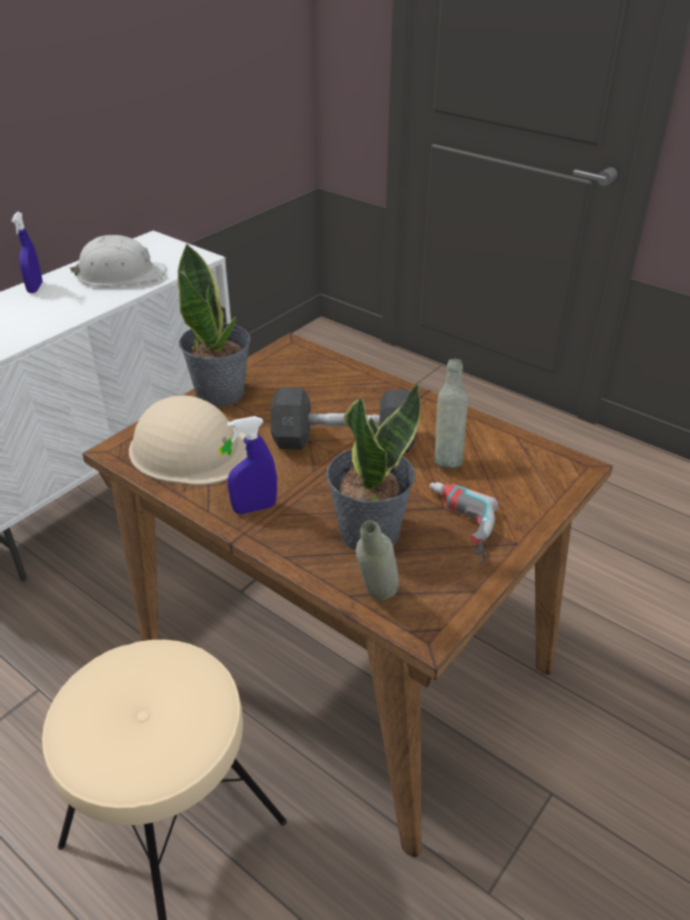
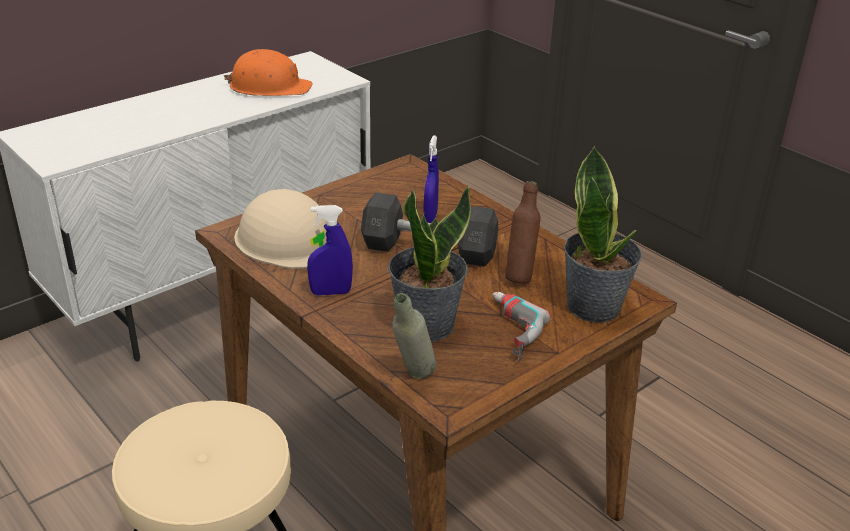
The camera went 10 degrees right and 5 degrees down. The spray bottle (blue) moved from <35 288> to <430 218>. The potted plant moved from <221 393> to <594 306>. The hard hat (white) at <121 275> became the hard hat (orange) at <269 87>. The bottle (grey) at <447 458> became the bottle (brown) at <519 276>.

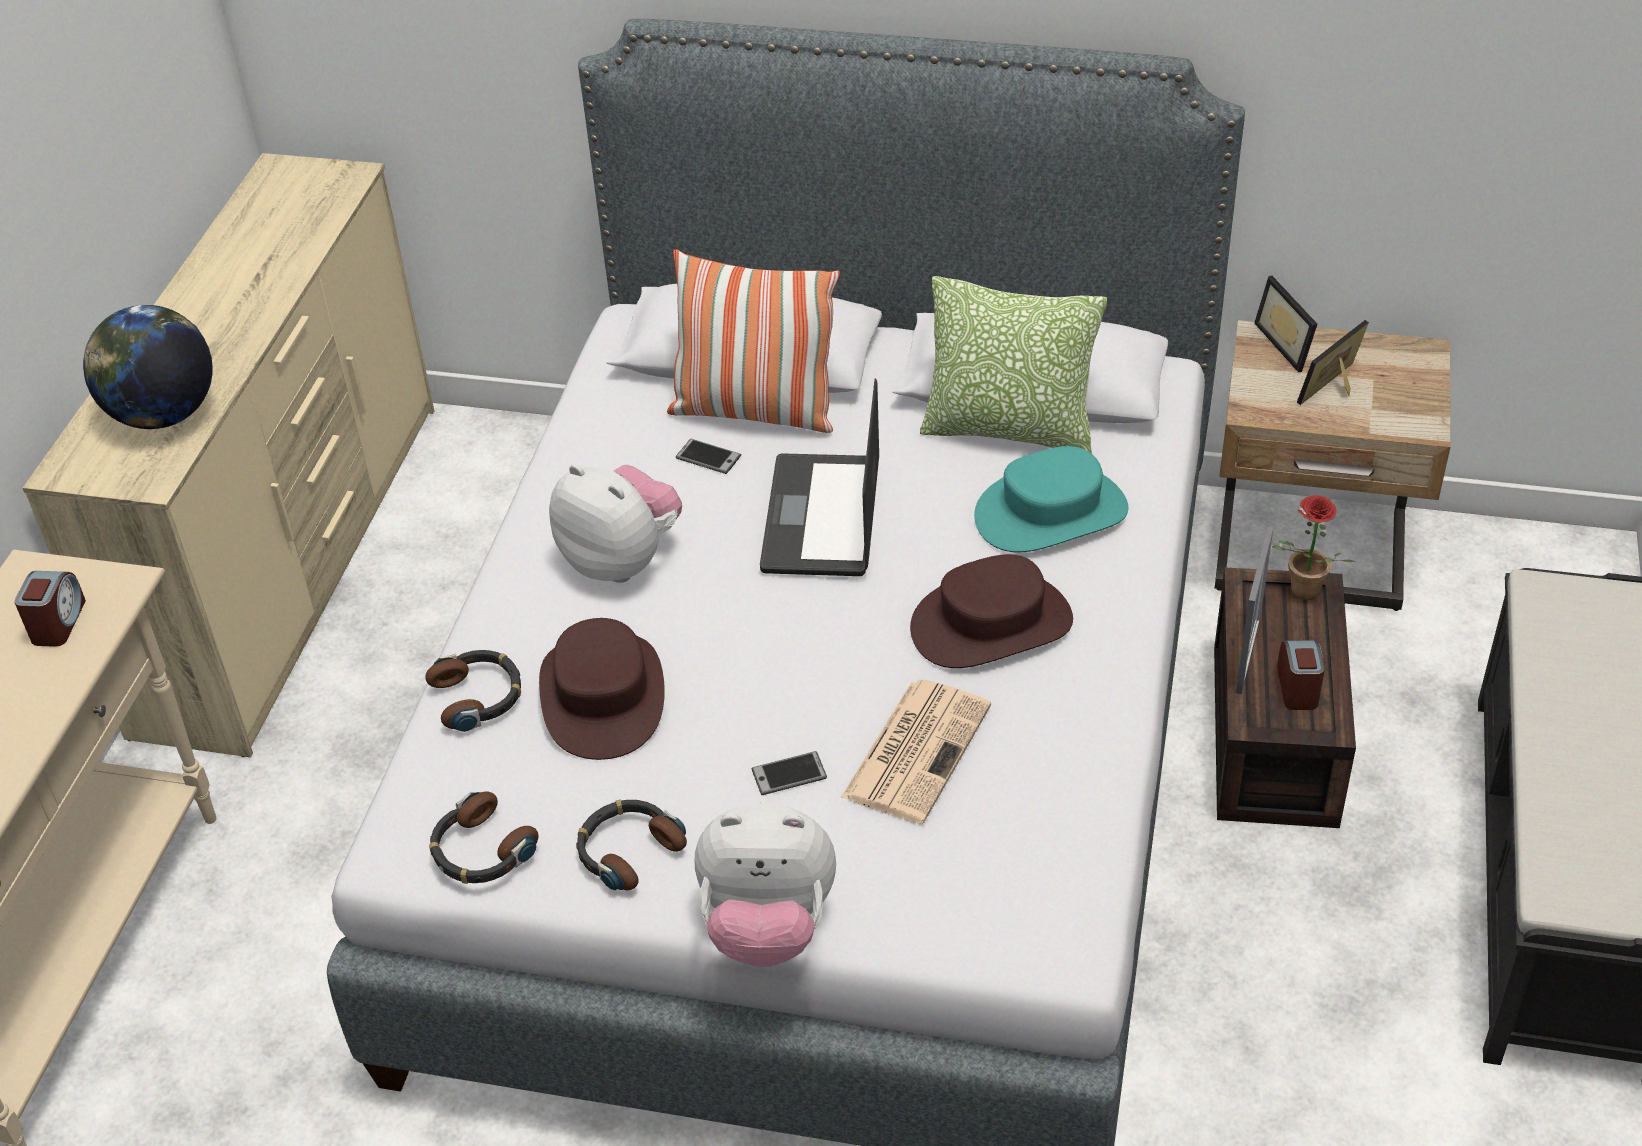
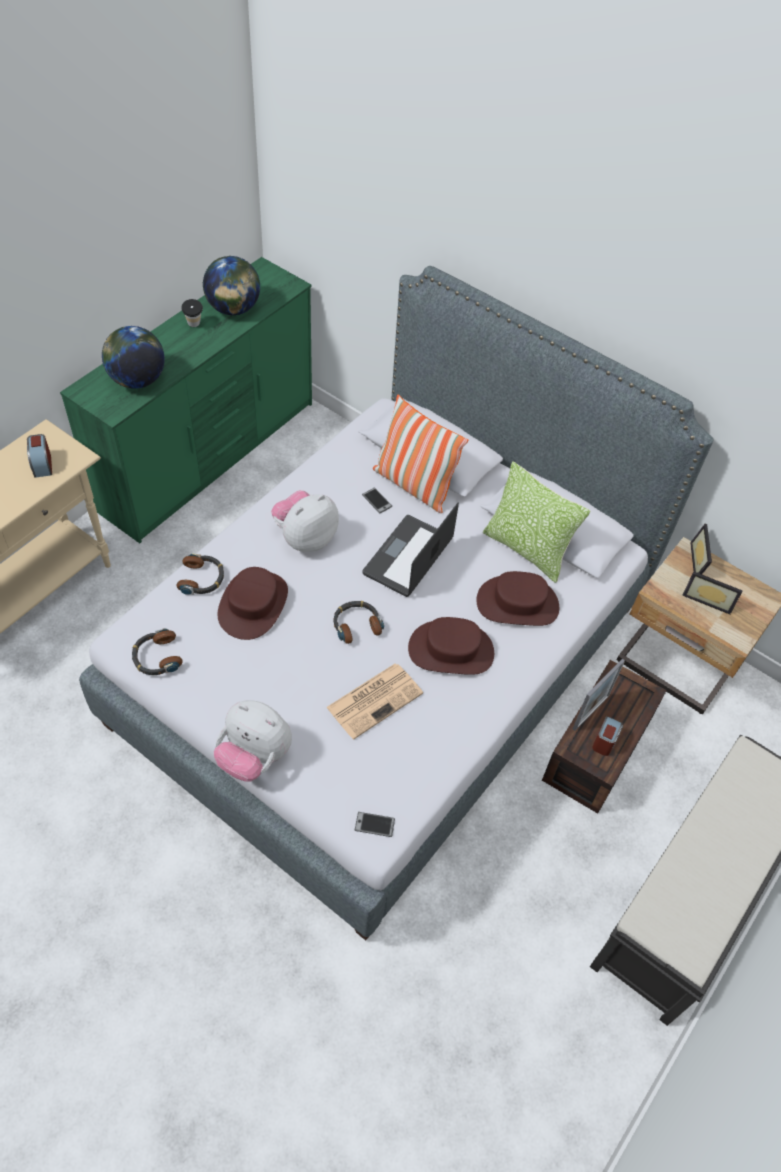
The camera went 20 degrees right and 10 degrees up. The potted plant at <1301 593> disappeared. The cup at <194 326> appeared. The globe at <233 309> appeared. The headphones moved from <628 850> to <356 624>. The phone moved from <789 774> to <374 824>. The dresser (beige) at <295 562> became the dresser (green) at <210 455>. The hat (turquoise) at <1051 512> became the hat (brown) at <517 603>. The alarm clock at <58 623> turned 135 degrees clockwise. The plush toy at <622 560> turned 105 degrees counterclockwise. The picture frame at <1337 389> turned 135 degrees counterclockwise.

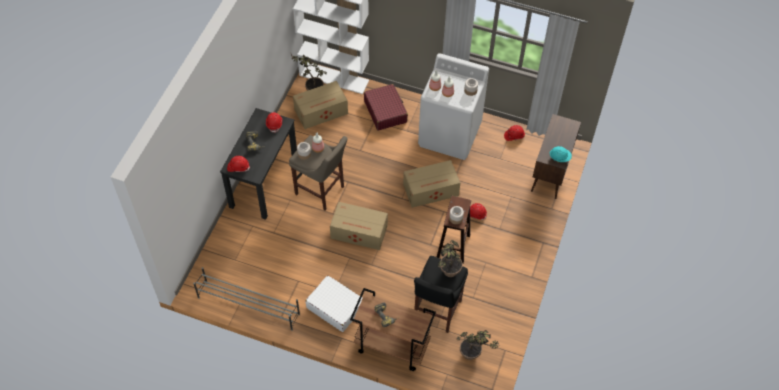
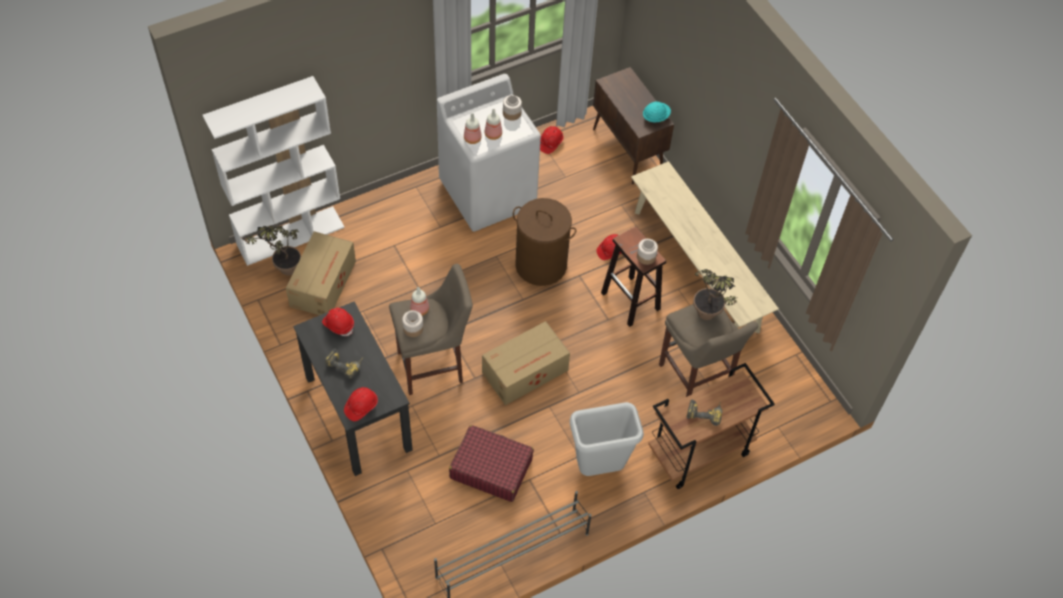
The camera went 50 degrees left and 0 degrees up. The potted plant at <474 356> disappeared. The bench (beige) at <695 270> appeared. The suitcase (red) moved from <385 111> to <491 468>. The suitcase (white) at <335 307> was replaced by the trash can (grey) at <599 468>. The cardboard box at <431 190> was replaced by the laundry basket (brown) at <541 265>. The stool (black) at <436 312> became the stool (beige) at <696 379>.

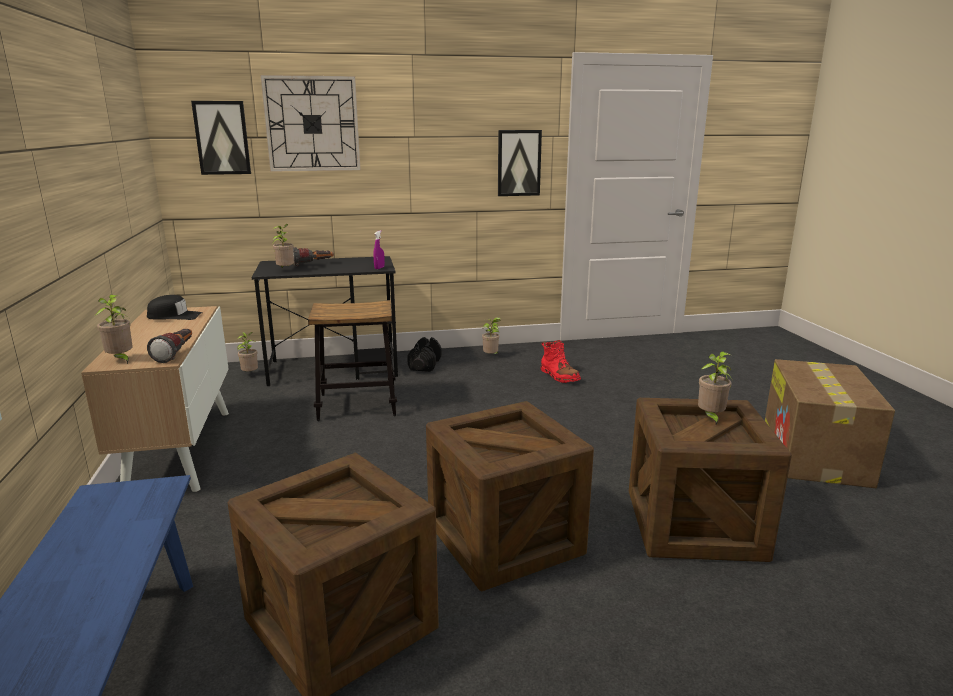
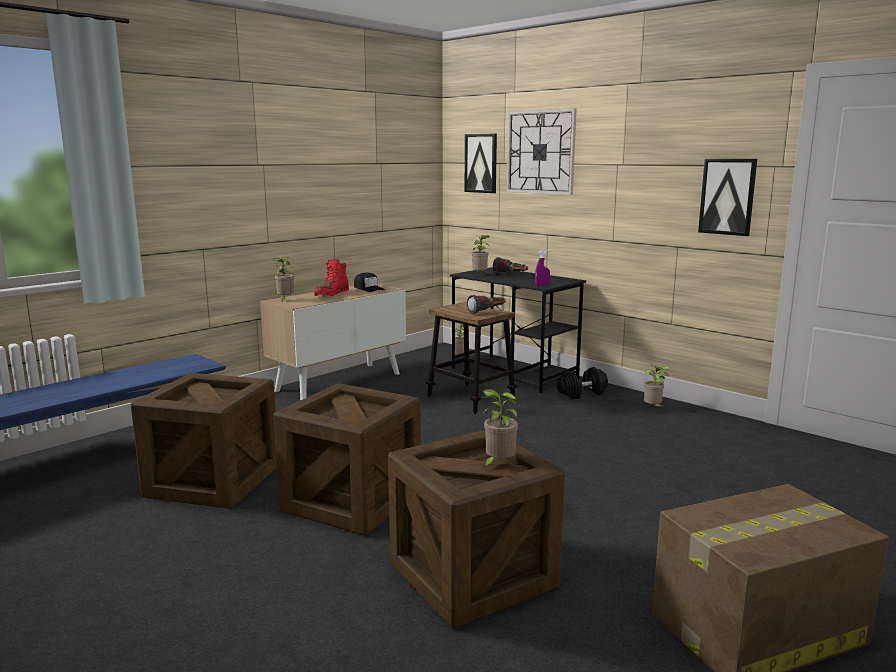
The camera went 55 degrees right and 5 degrees down. The flashlight moved from <177 354> to <487 312>. The boot (red) moved from <559 376> to <331 294>.

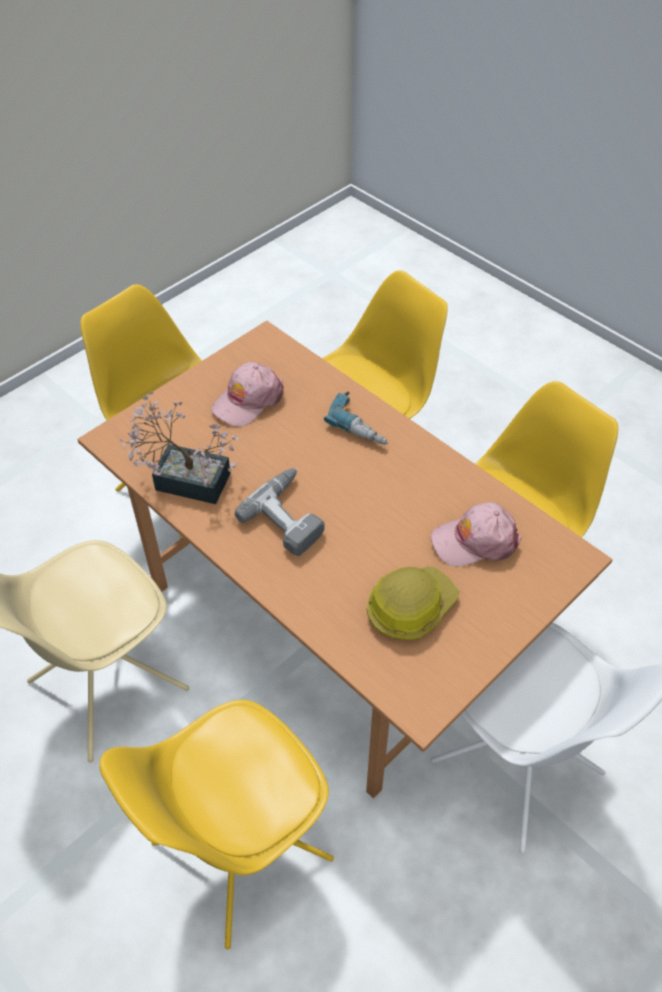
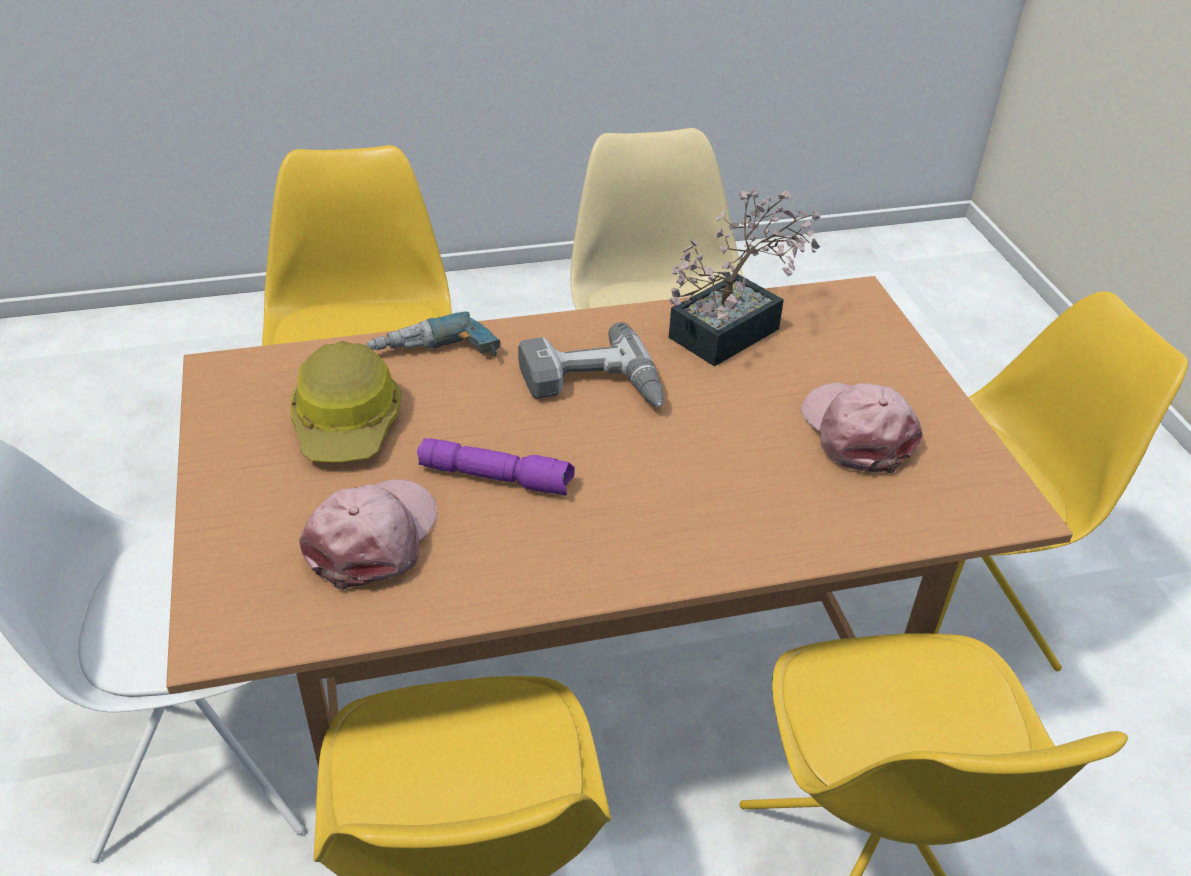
The camera went 120 degrees right and 10 degrees down. The flashlight (purple) at <497 477> appeared. The power drill moved from <362 424> to <434 357>.

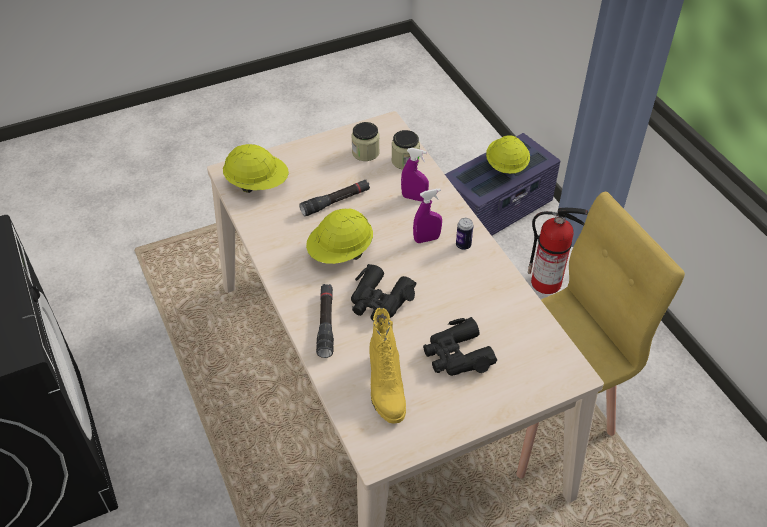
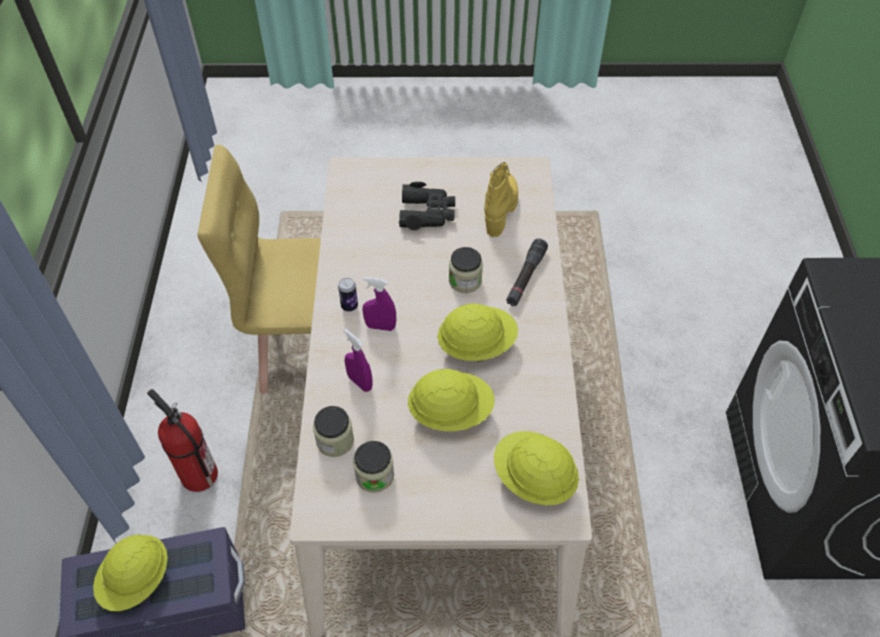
The camera went 155 degrees left and 5 degrees up. The flashlight (black) at <335 202> was replaced by the hard hat (yellow) at <451 412>. The binoculars (black) at <379 300> was replaced by the jar at <465 281>.

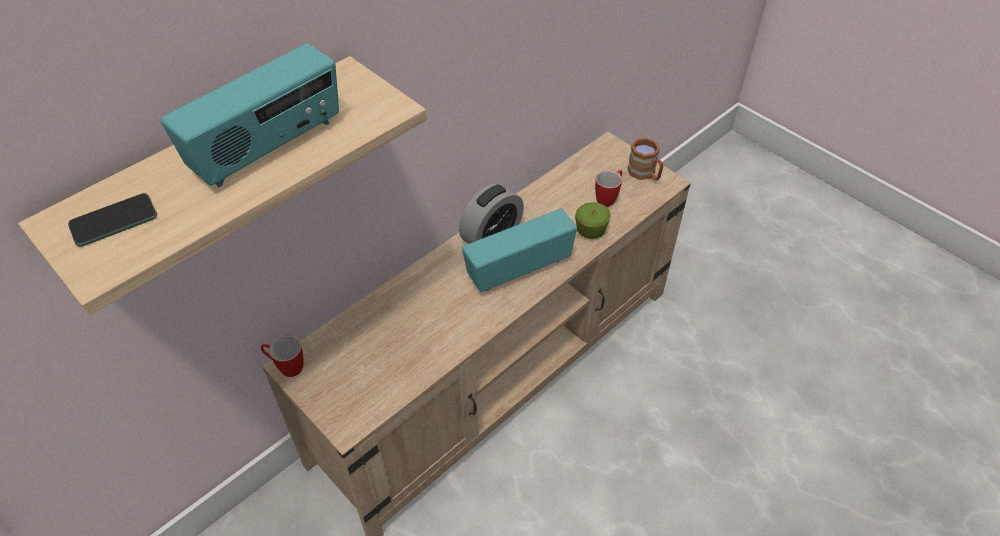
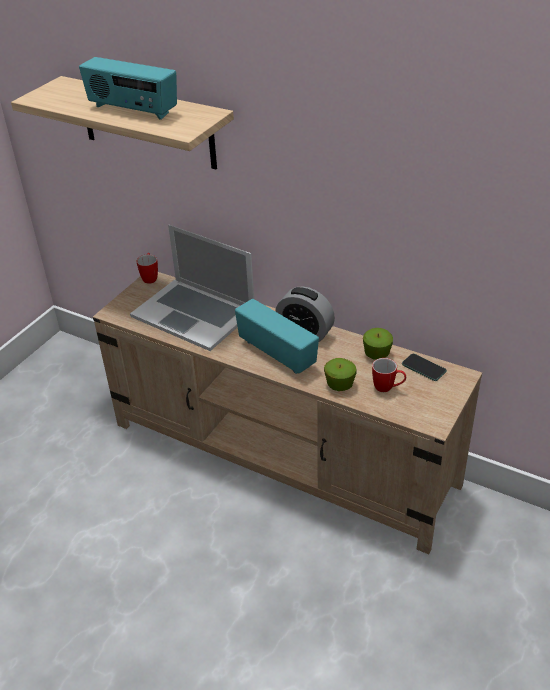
The camera went 75 degrees right and 10 degrees down. The mug (brown) at <645 174> disappeared. The laptop at <193 313> appeared. The apple at <377 354> appeared. The phone moved from <114 221> to <424 368>.

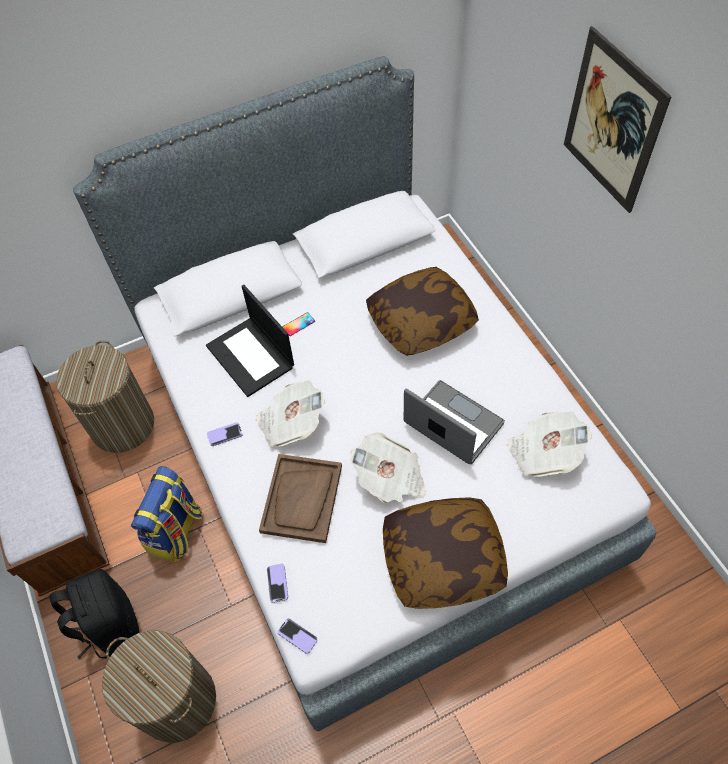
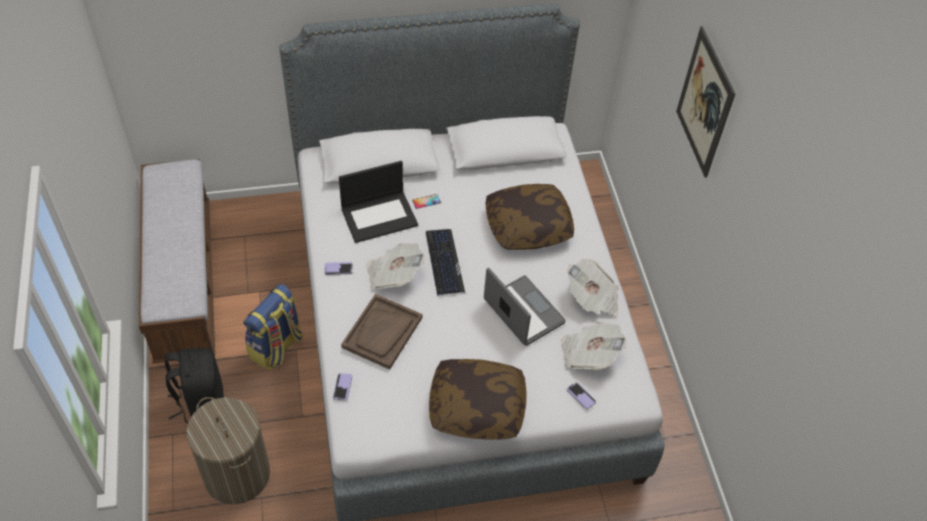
The camera went 10 degrees right and 5 degrees down. The laundry basket at <122 425> disappeared. The keyboard at <444 262> appeared. The phone moved from <297 636> to <581 396>. The newspaper moved from <390 478> to <592 298>. The laptop at <251 356> turned 90 degrees counterclockwise.

